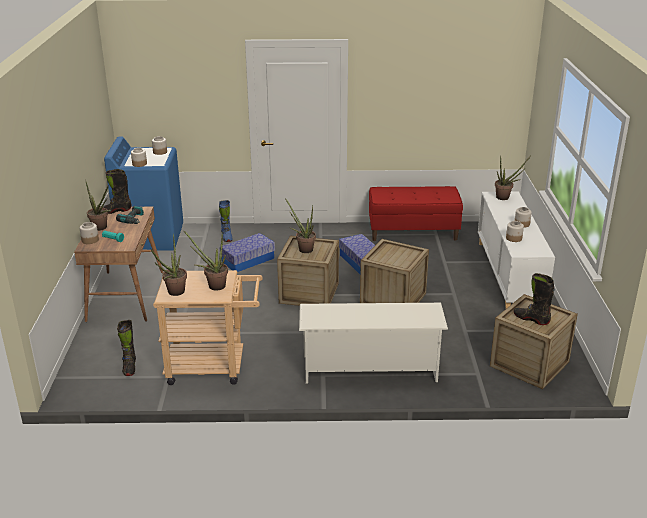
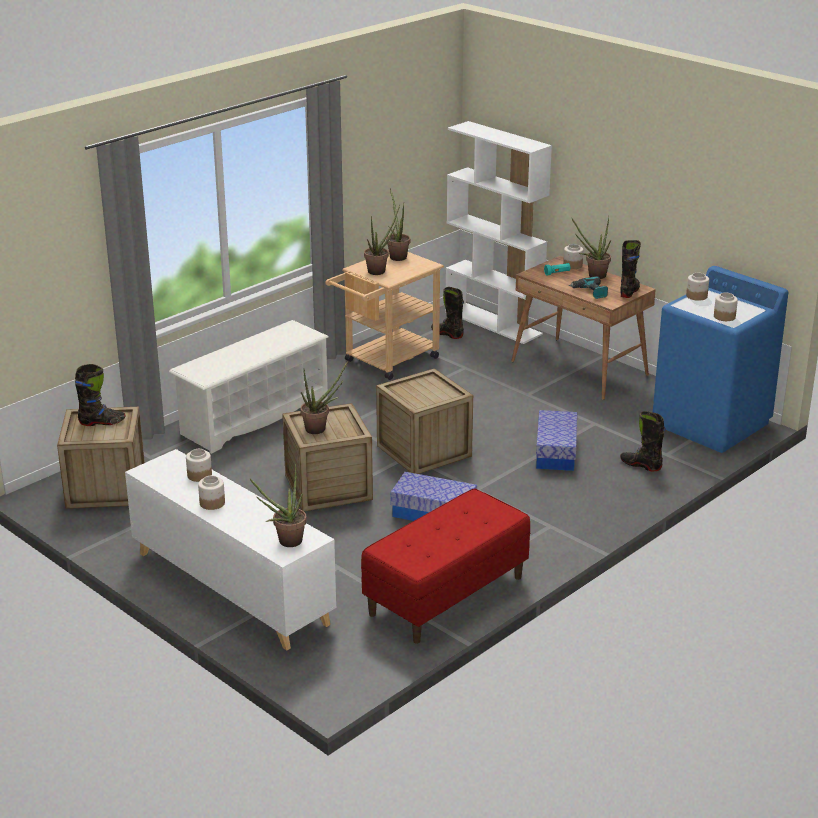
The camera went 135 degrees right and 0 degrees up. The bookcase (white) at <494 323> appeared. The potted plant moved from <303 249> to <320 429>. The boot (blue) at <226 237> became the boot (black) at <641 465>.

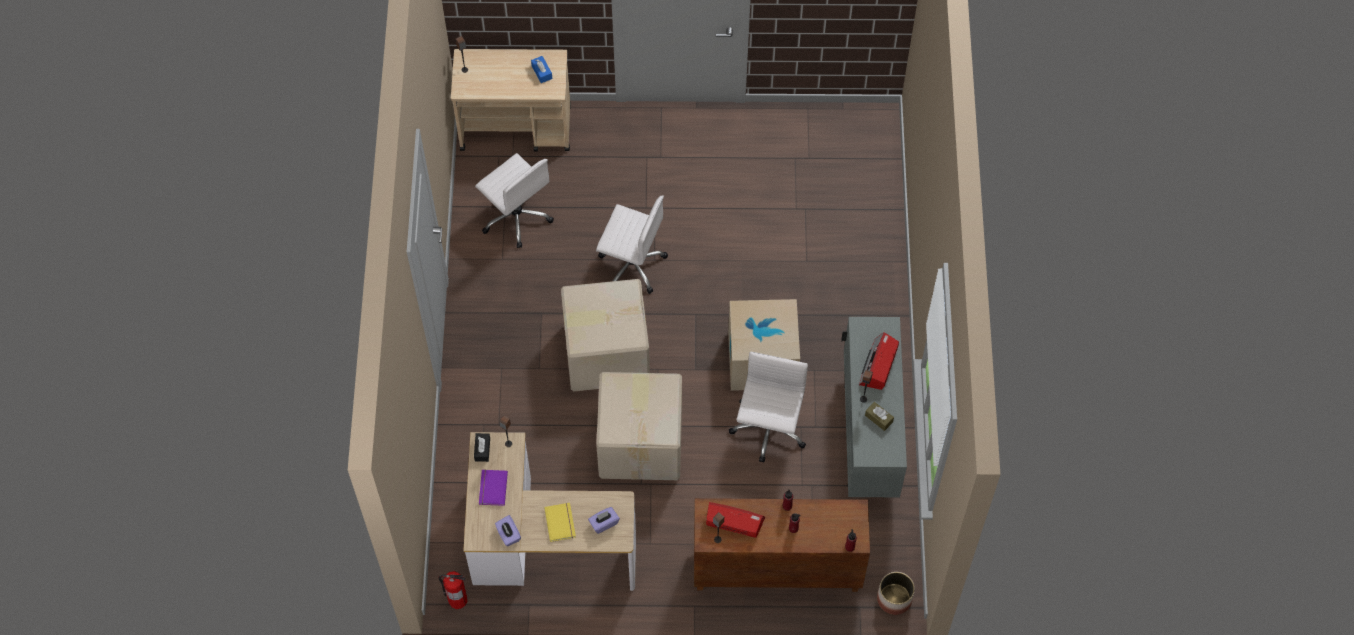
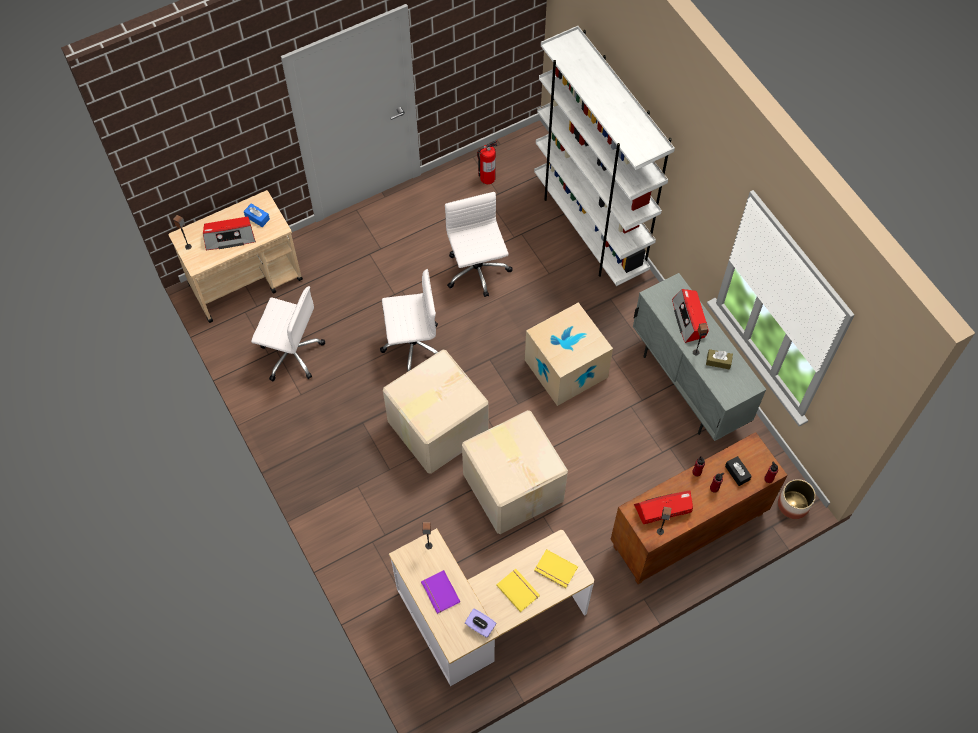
The camera went 30 degrees left and 0 degrees up. The radio at <229 237> appeared. The bookcase (white) at <590 229> appeared. The fire extinguisher moved from <457 600> to <487 178>. The tissue box (black) moved from <482 449> to <737 473>. The office chair (white) moved from <768 431> to <477 272>. The tissue box (purple) at <604 523> was replaced by the book (yellow) at <555 570>.

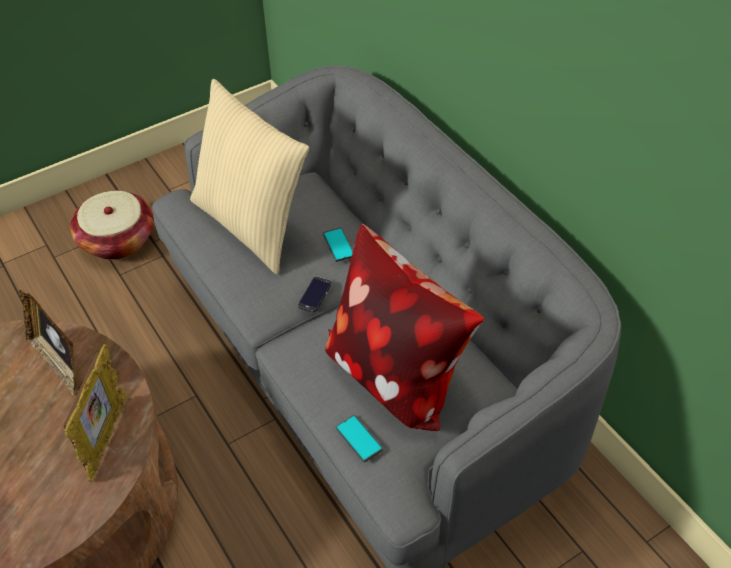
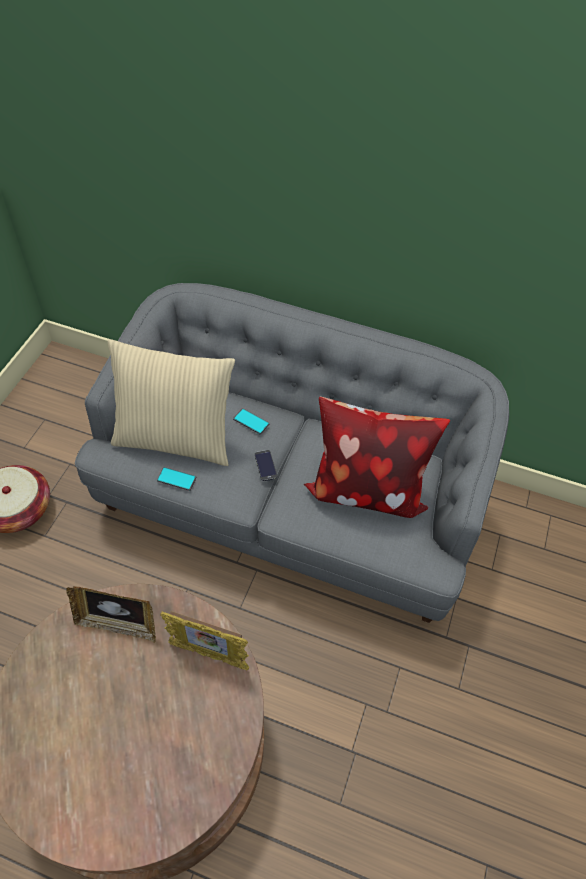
The camera went 40 degrees left and 5 degrees up. The phone moved from <359 439> to <176 479>. The picture frame at <107 439> turned 135 degrees clockwise.

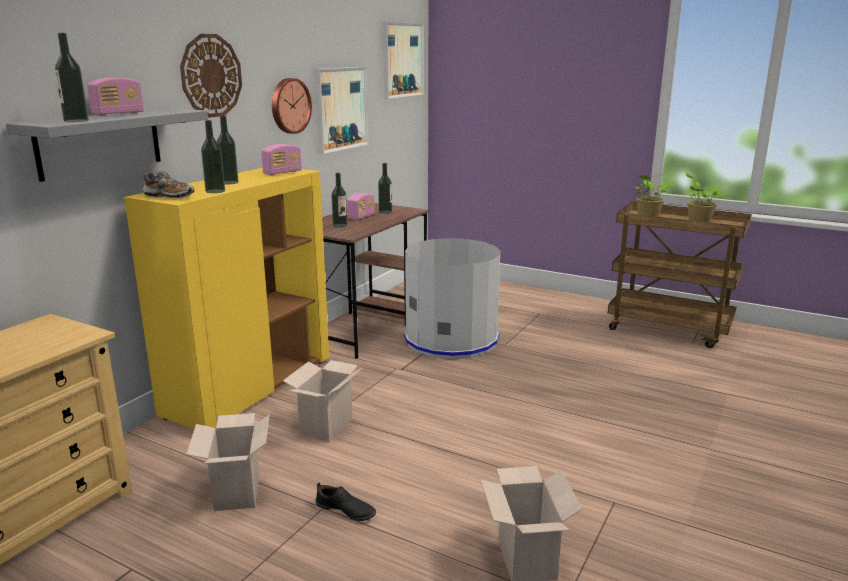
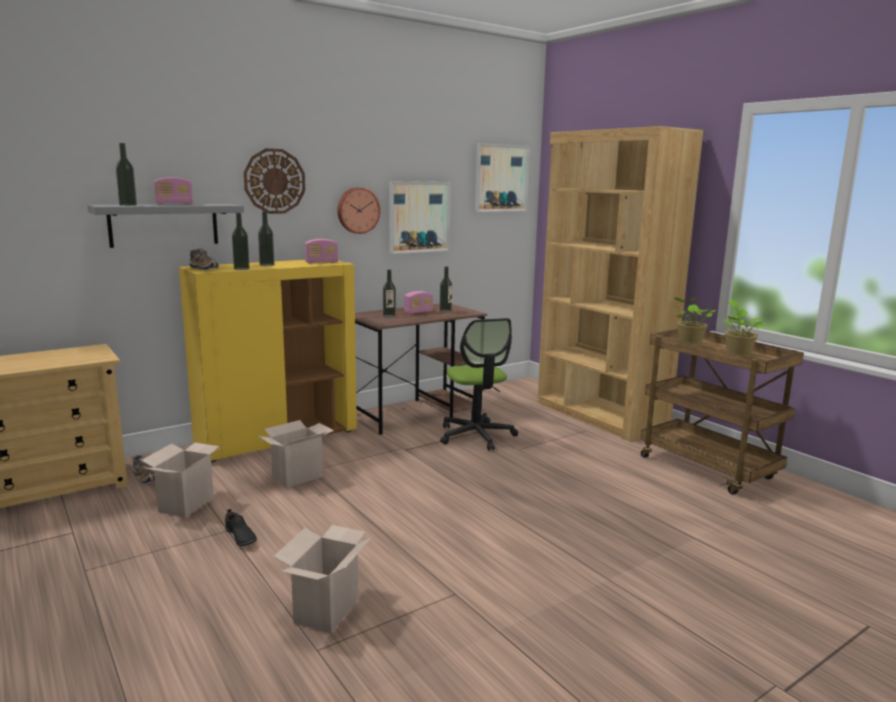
The camera went 25 degrees right and 5 degrees down. The shoe at <145 477> appeared. The bookcase (brown) at <600 416> appeared. The trash can (grey) at <451 339> was replaced by the office chair at <476 435>.

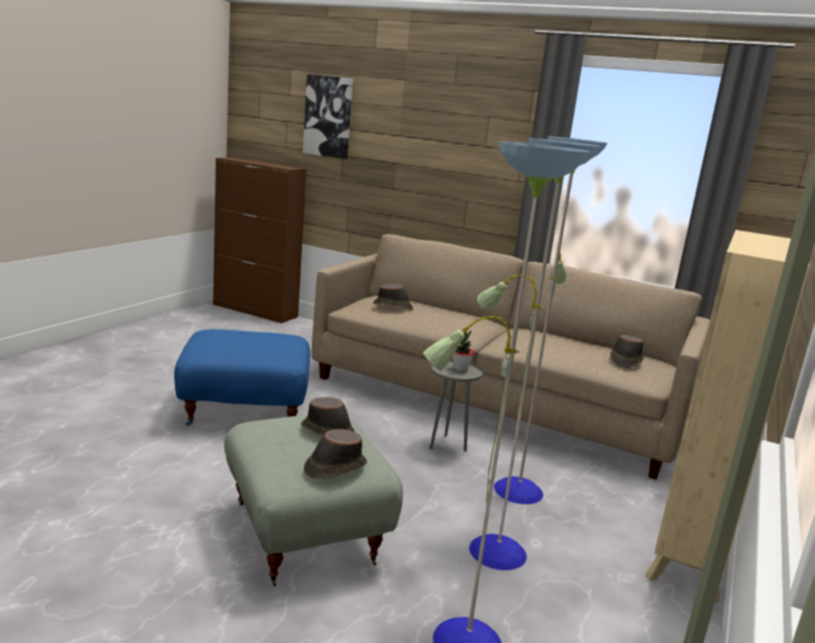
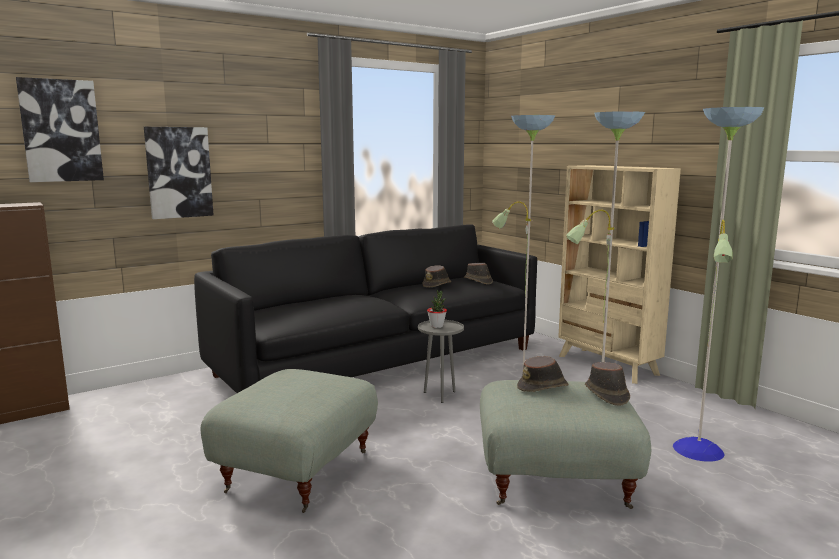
The camera went 60 degrees left and 5 degrees down. The picture at <179 172> appeared. The hat (brown) moved from <393 306> to <437 285>. The ottoman (blue) at <245 410> became the ottoman (grey) at <296 471>. The sofa (beige) at <493 401> became the sofa (black) at <379 362>.

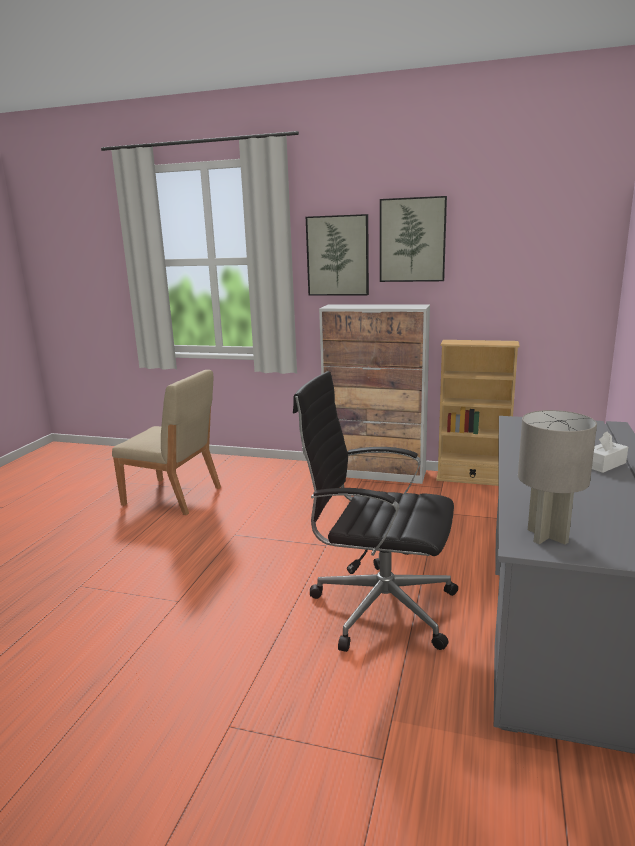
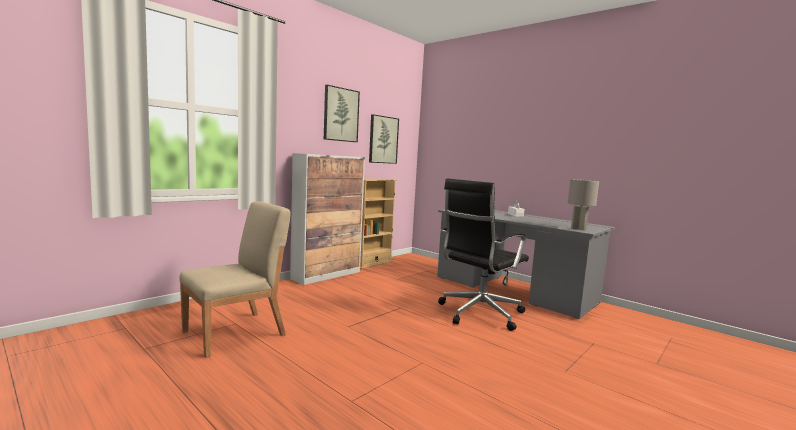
The camera went 65 degrees left and 10 degrees down. The picture moved from <338 256> to <383 140>.

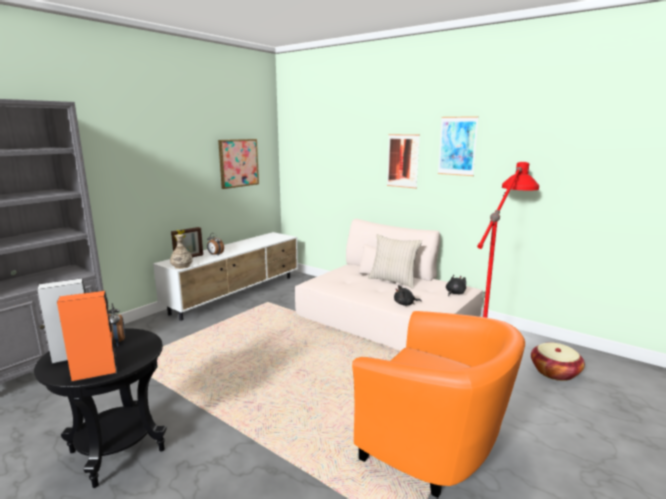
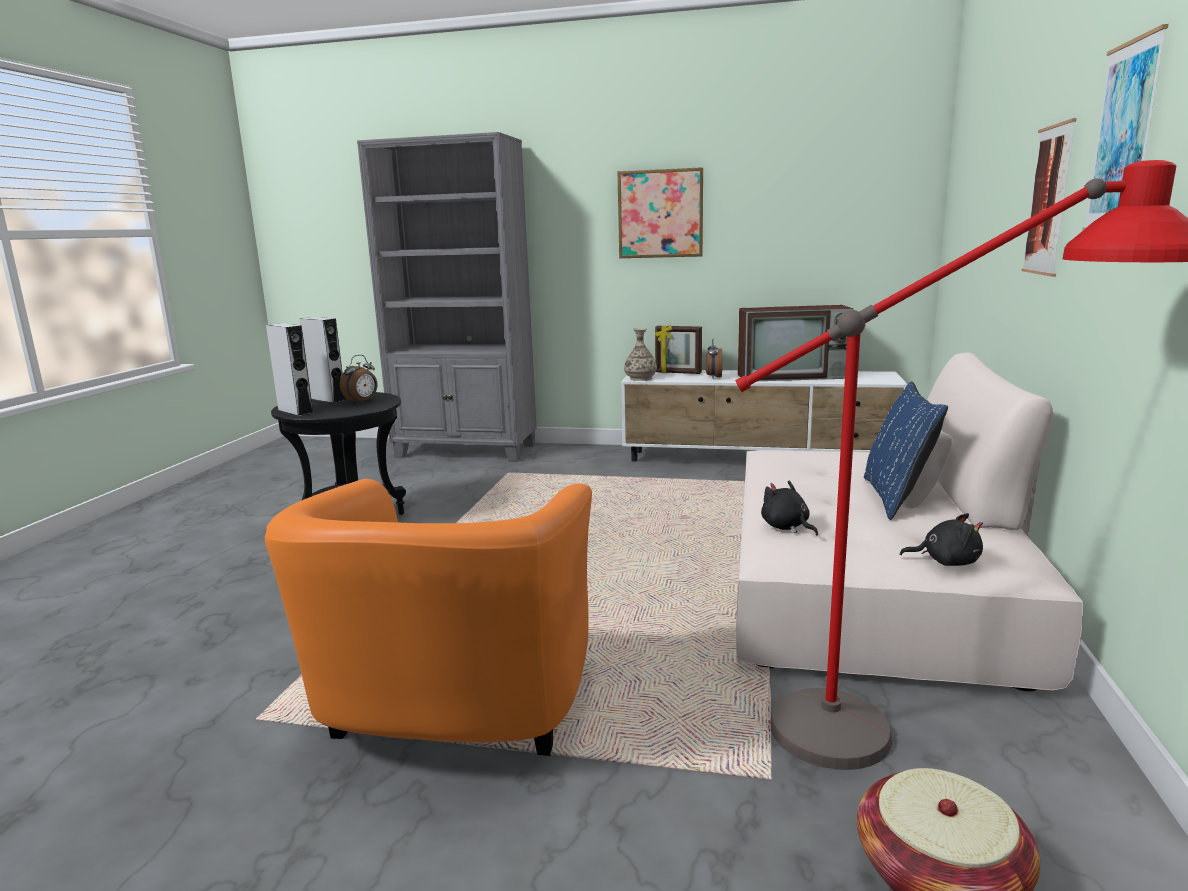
The camera went 65 degrees right and 0 degrees up. The television at <794 376> appeared. The picture moved from <238 163> to <660 214>. The speaker (orange) at <95 373> became the speaker (grey) at <295 411>. The pillow (beige) at <393 281> became the pillow (blue) at <897 498>.

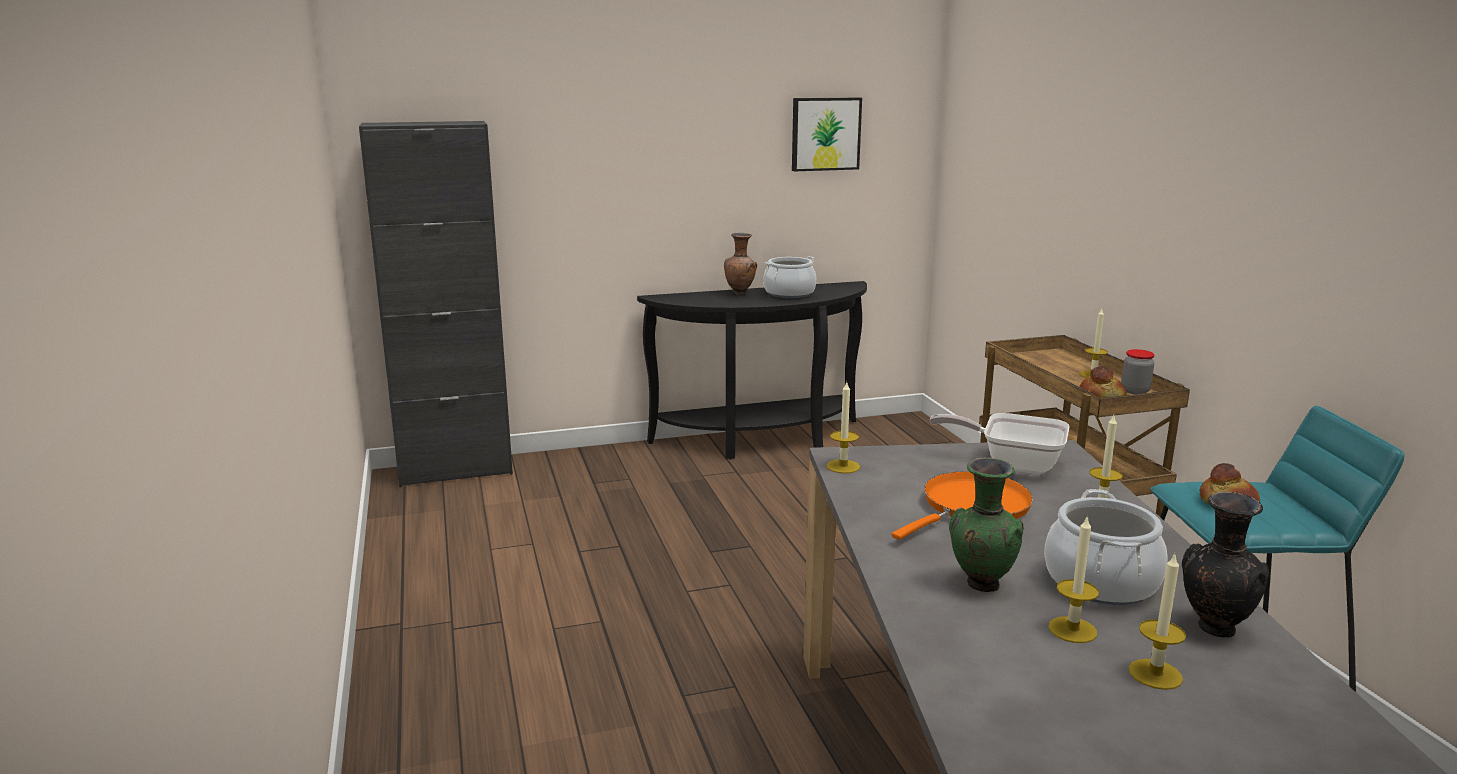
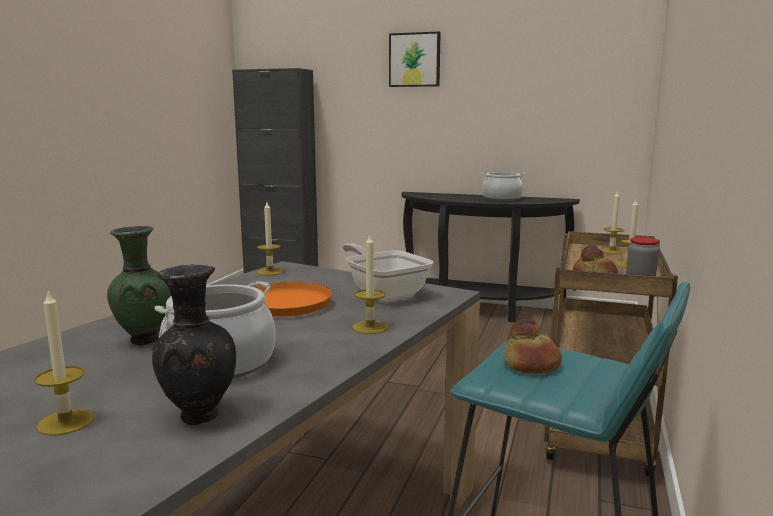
The camera went 35 degrees right and 5 degrees down. The vase (brown) at <740 294> disappeared. The picture moved from <825 134> to <415 60>. The candle moved from <1072 630> to <612 251>.

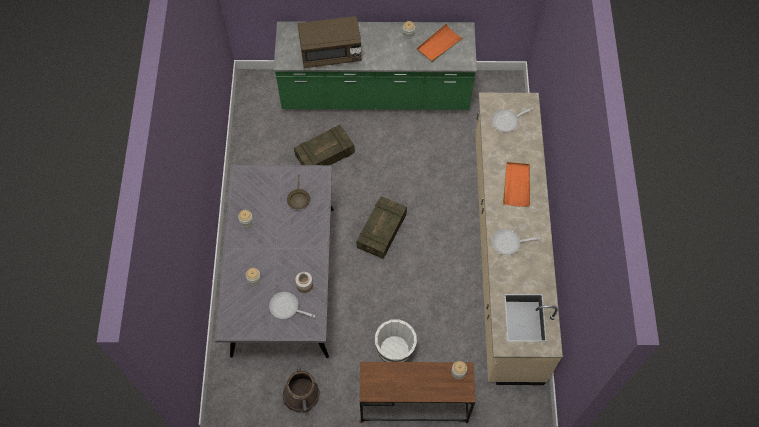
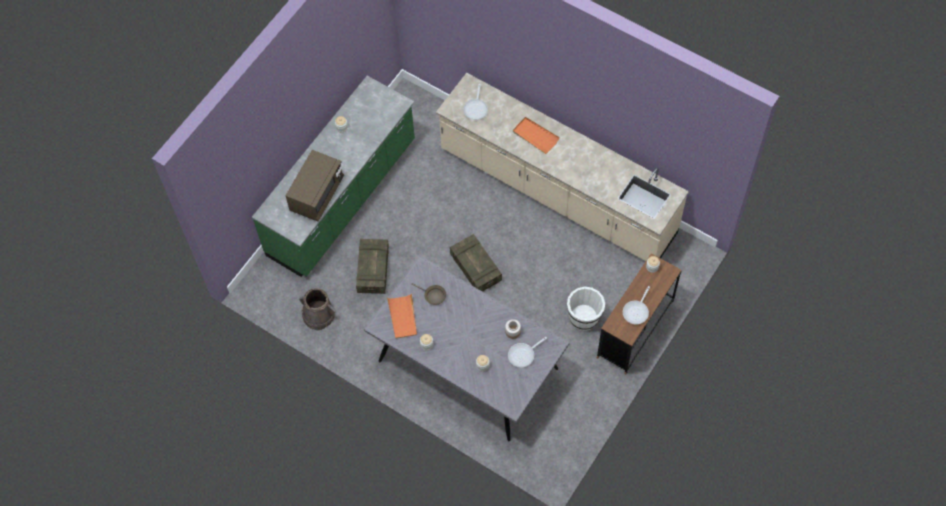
The camera went 55 degrees left and 0 degrees up. The bucket (brown) moved from <301 395> to <319 315>. The tray (orange) moved from <439 44> to <403 317>. The frying pan moved from <508 243> to <636 311>.

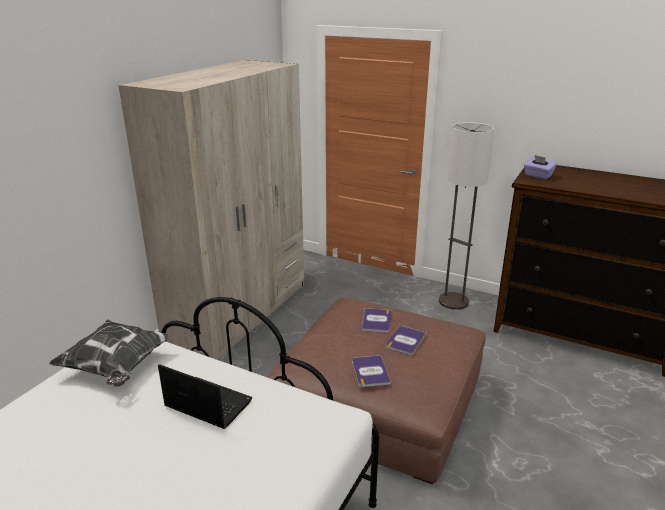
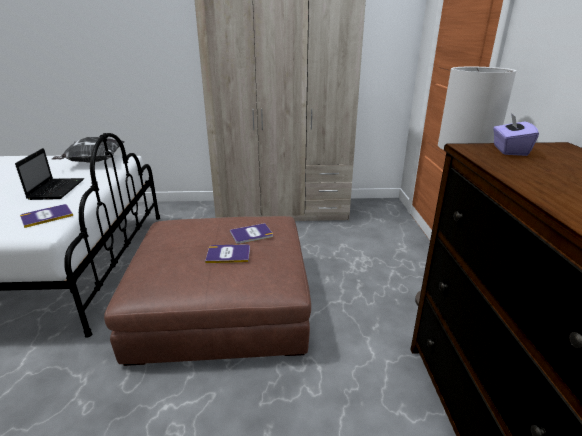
The camera went 60 degrees right and 0 degrees up. The book moved from <370 371> to <47 216>.

